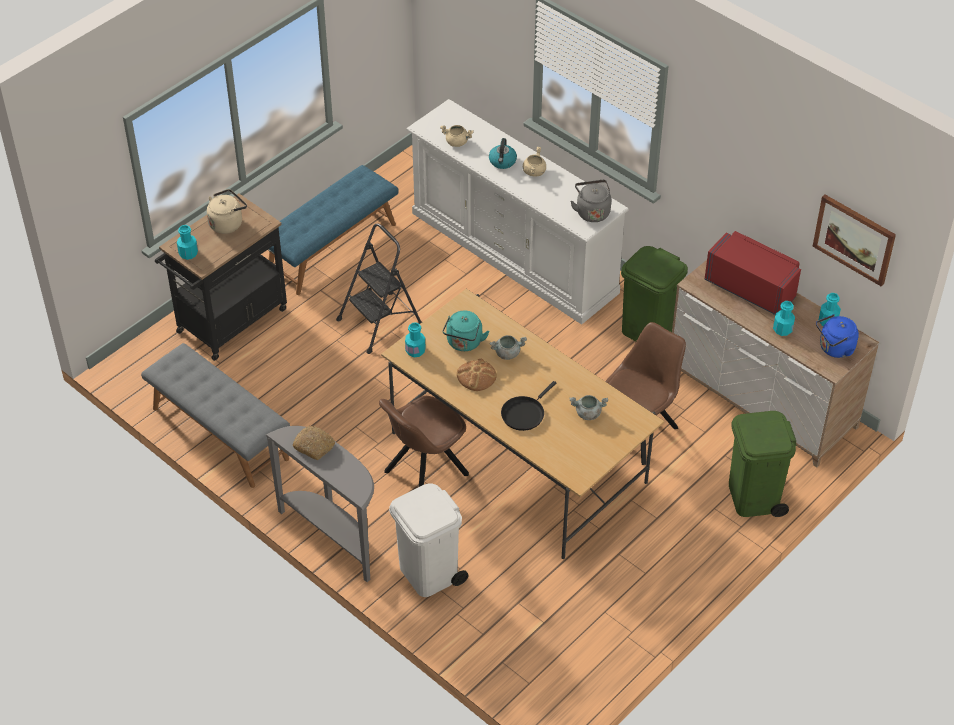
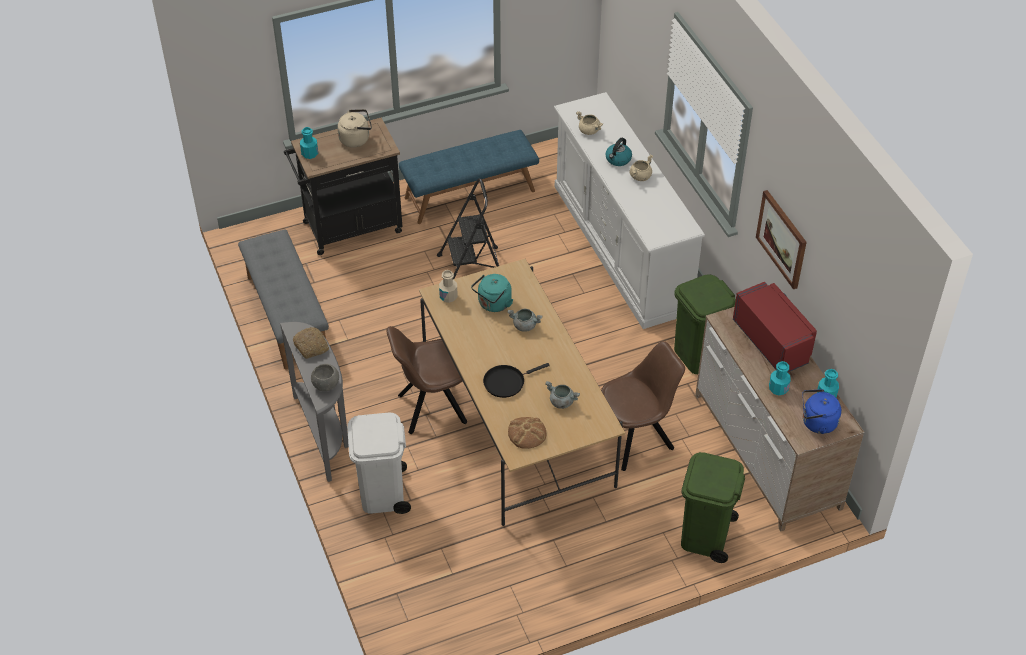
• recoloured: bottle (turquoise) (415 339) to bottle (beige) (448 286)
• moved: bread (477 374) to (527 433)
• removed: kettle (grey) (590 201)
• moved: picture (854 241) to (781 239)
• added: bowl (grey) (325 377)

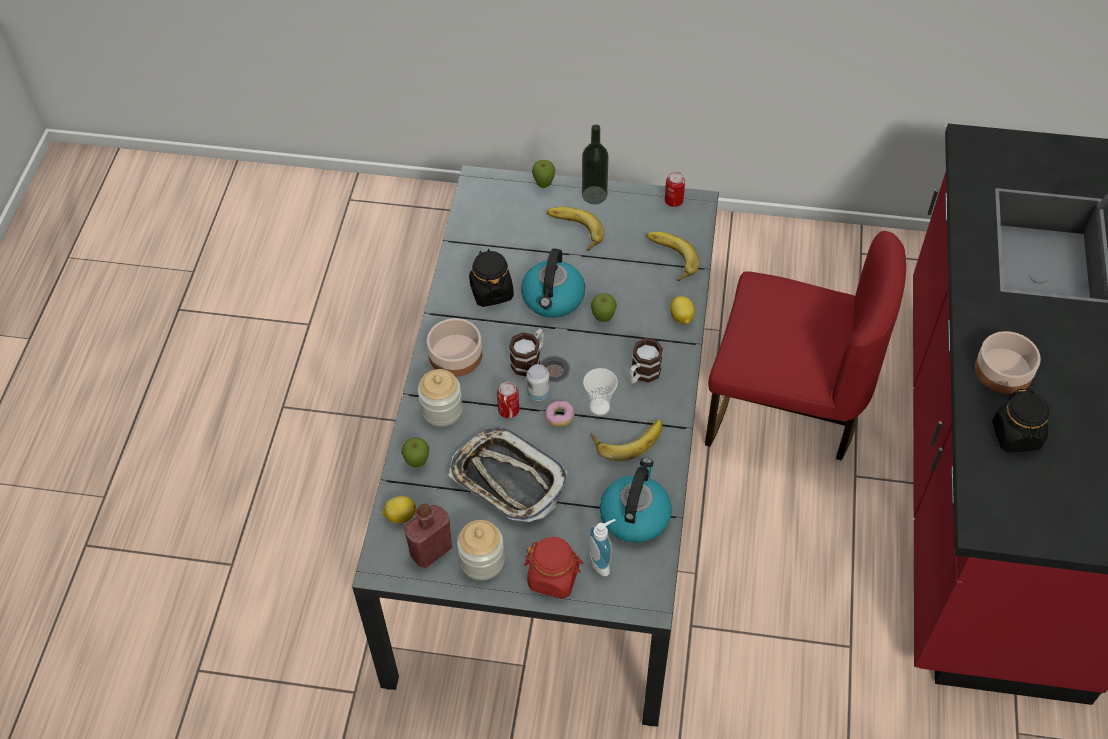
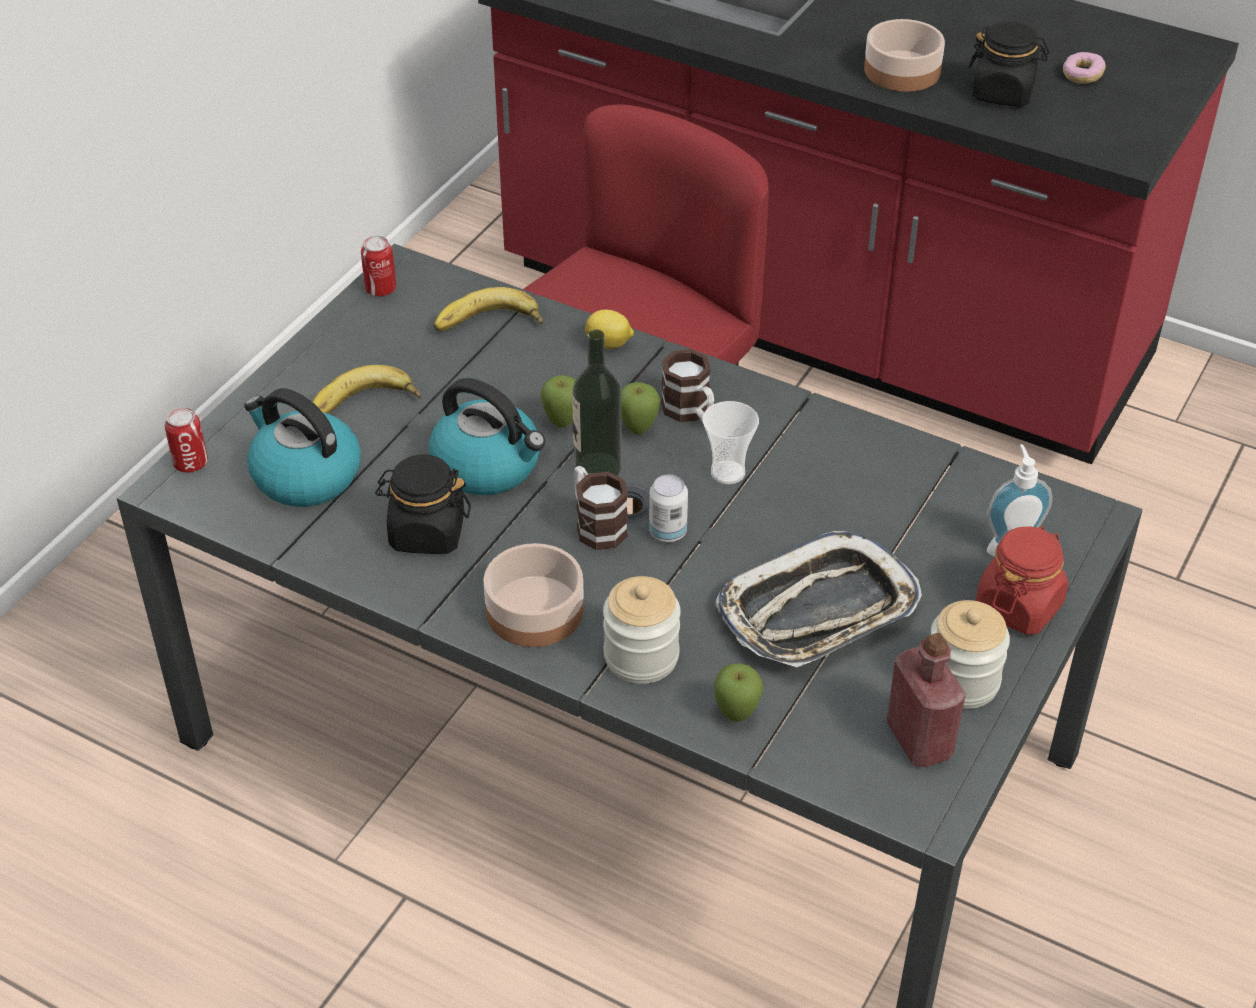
• removed: lemon (399 510)
• moved: can (508 400) to (186 440)
• moved: apple (543 174) to (640 408)
• moved: donut (559 414) to (1084 68)
• moved: bottle (595 164) to (597 402)
• removed: banana (626 440)
• moved: kettle (636 500) to (302 447)

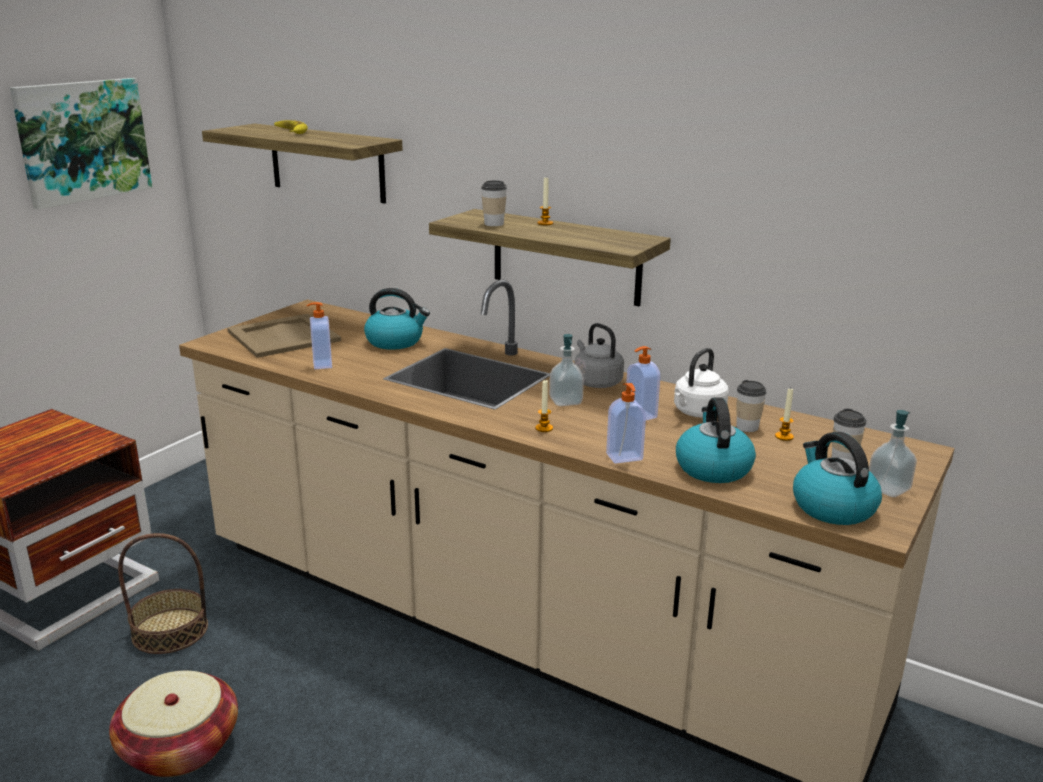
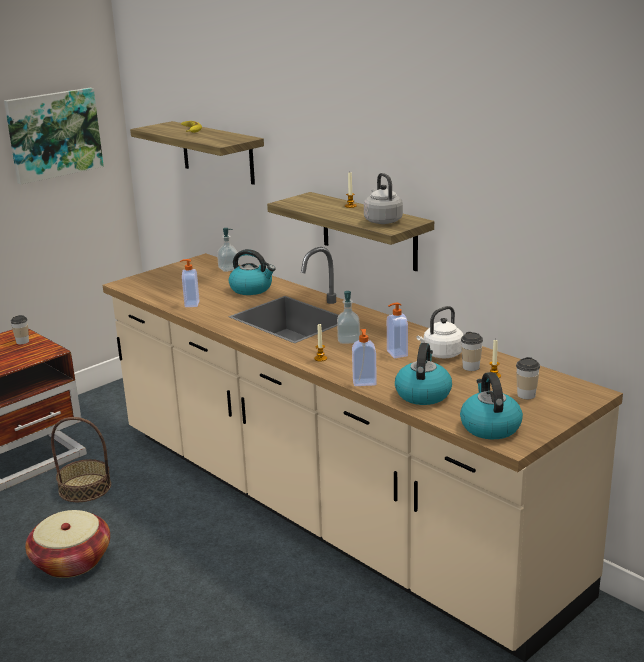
• removed: tray (beige) (284 336)
• moved: cup (494 203) to (20 329)
• moved: kettle (grey) (599 355) to (383 198)
• moved: soap dispenser (893 453) to (228 250)

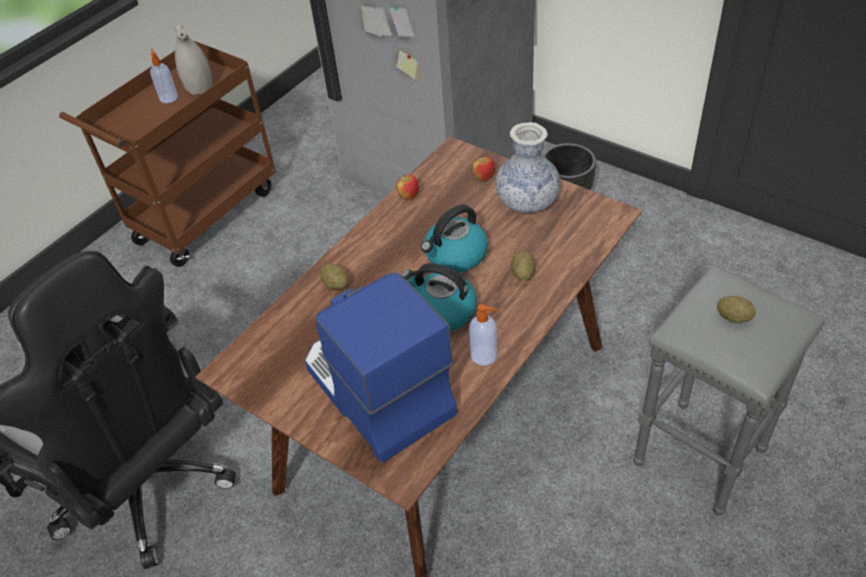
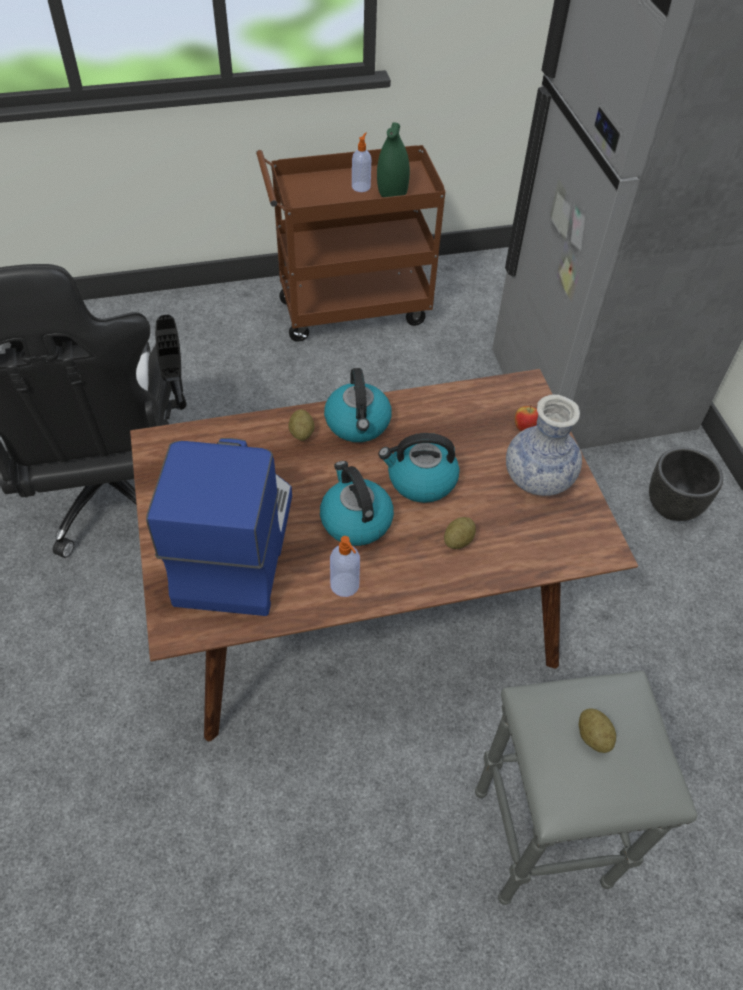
• recoloured: vase (white) (193 60) to vase (green) (393 159)
• removed: apple (407 187)
• added: kettle (358 405)

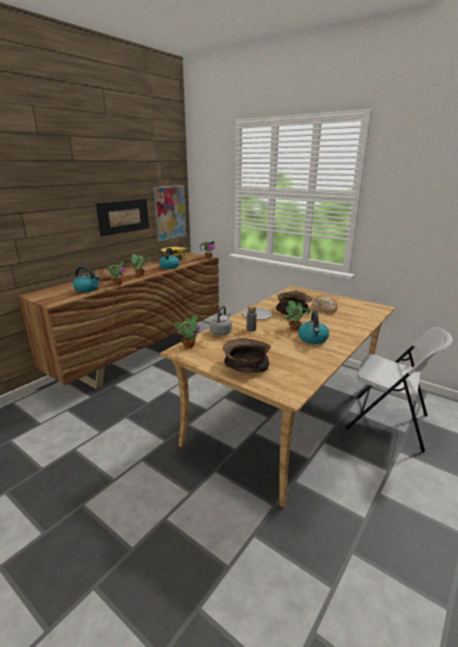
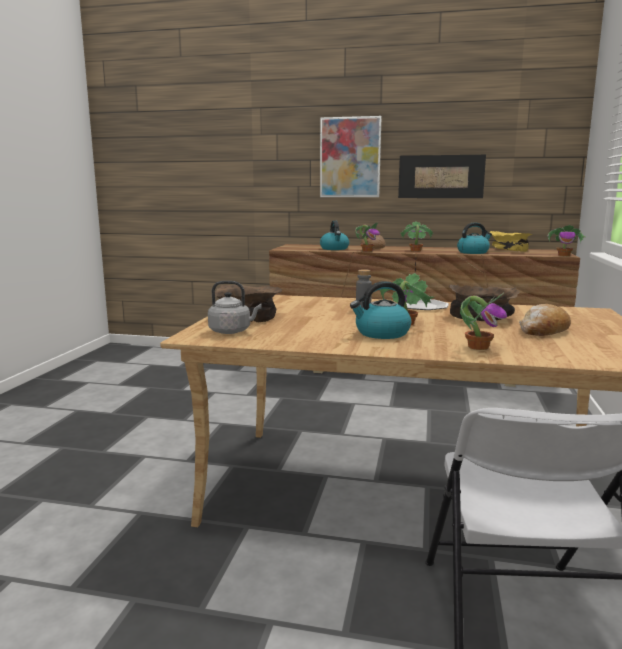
• moved: picture (170 213) to (351 156)
• moved: potted plant (187 332) to (483 321)
• moved: kettle (grey) (221 320) to (235 307)

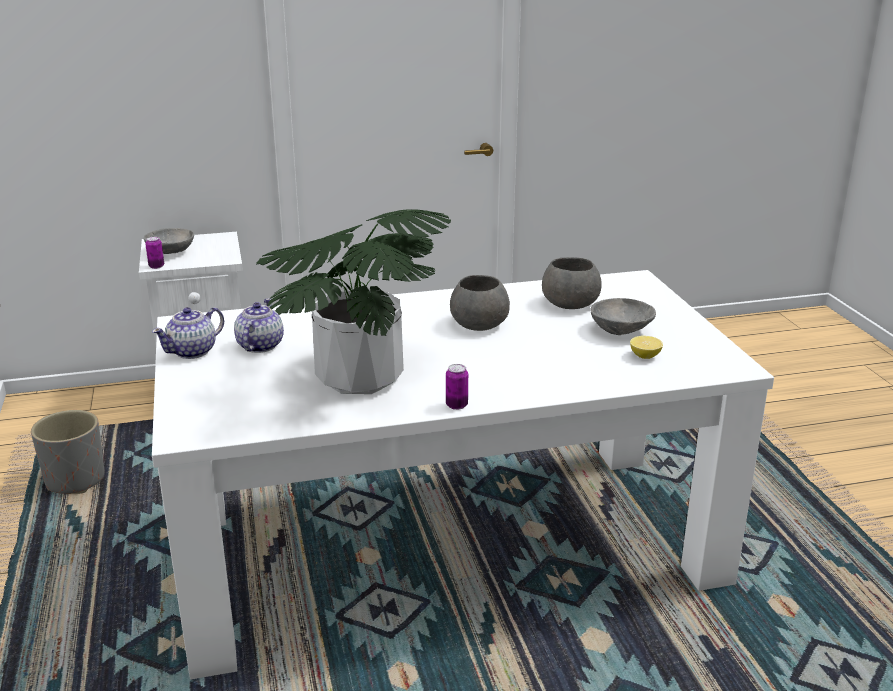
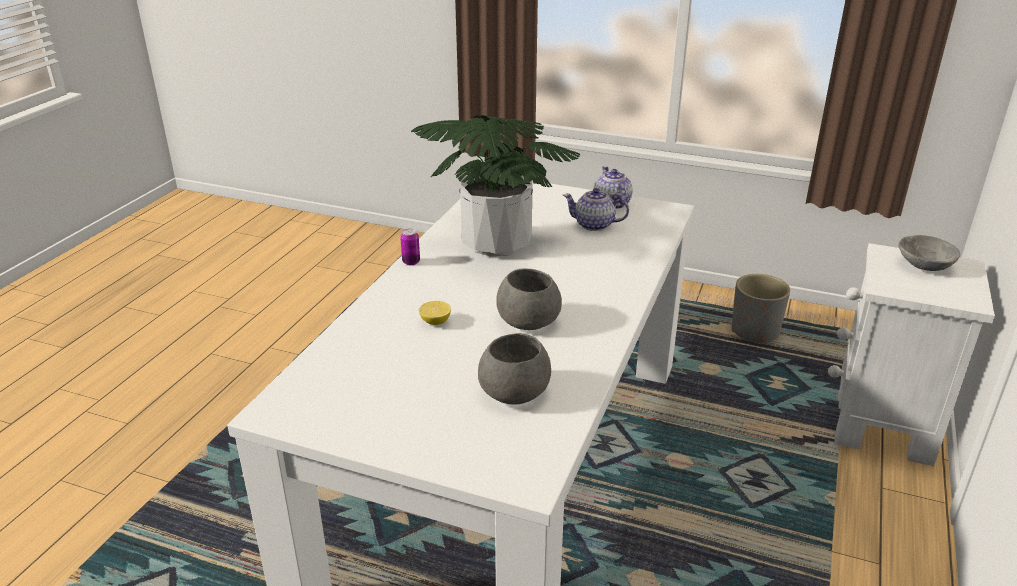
• removed: can (154 253)
• turned: teapot (259 325) = (596 209) 150 degrees clockwise
• removed: bowl (grey) (623 316)
• moved: lemon (646 347) to (435 313)

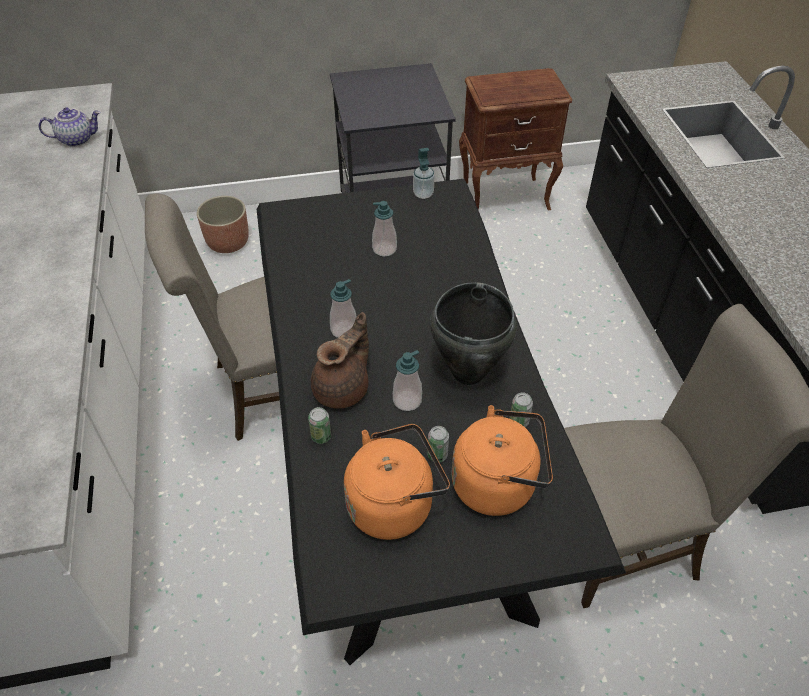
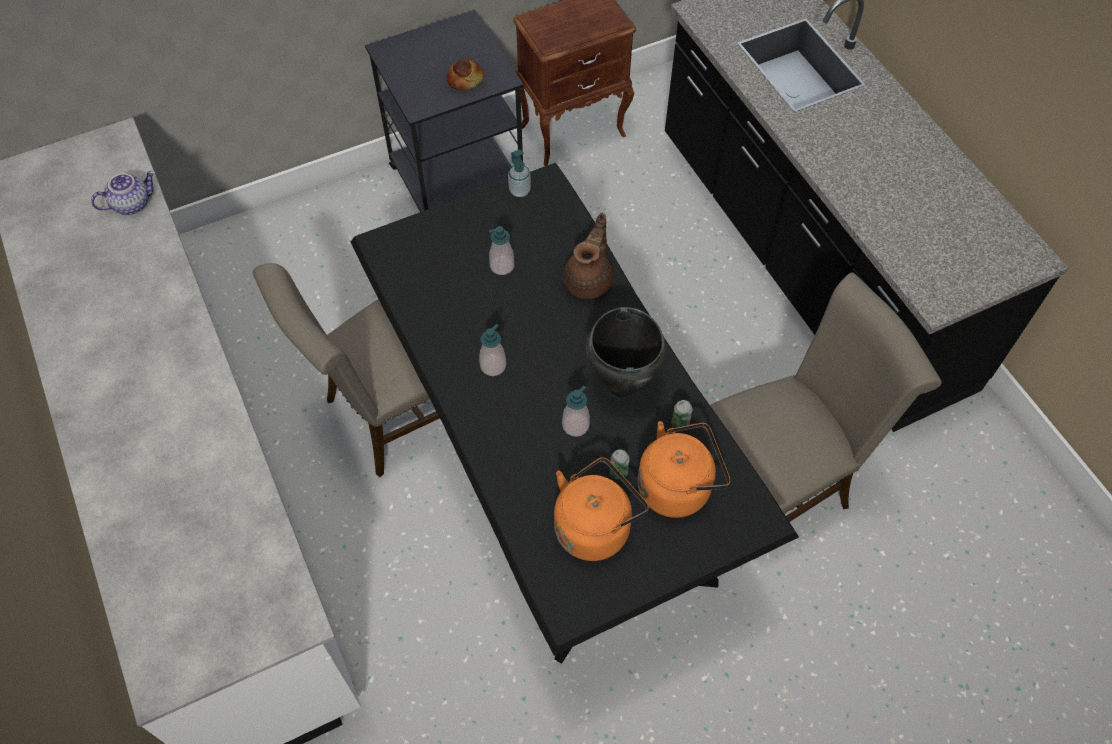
• removed: planter (223 224)
• removed: can (319 425)
• moved: teapot (brown) (340 360) to (588 256)
• added: bread (465 74)

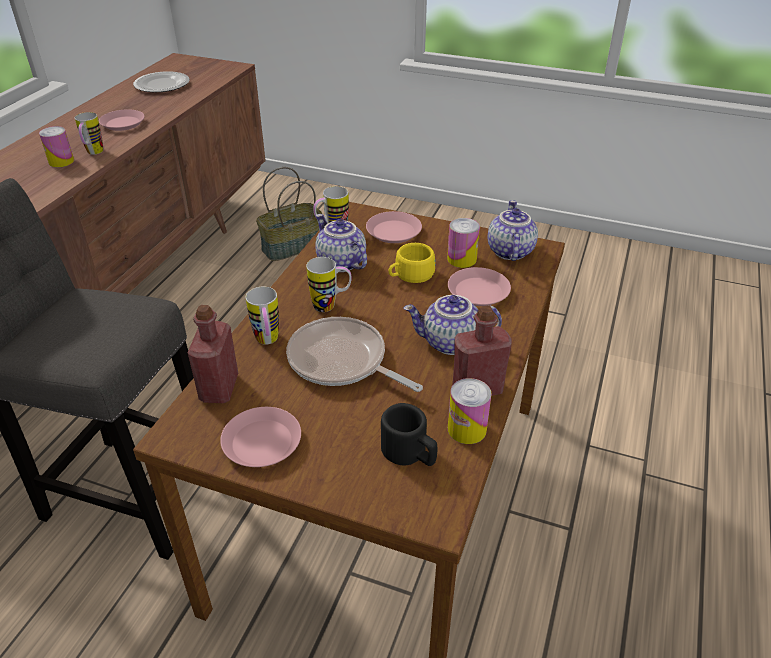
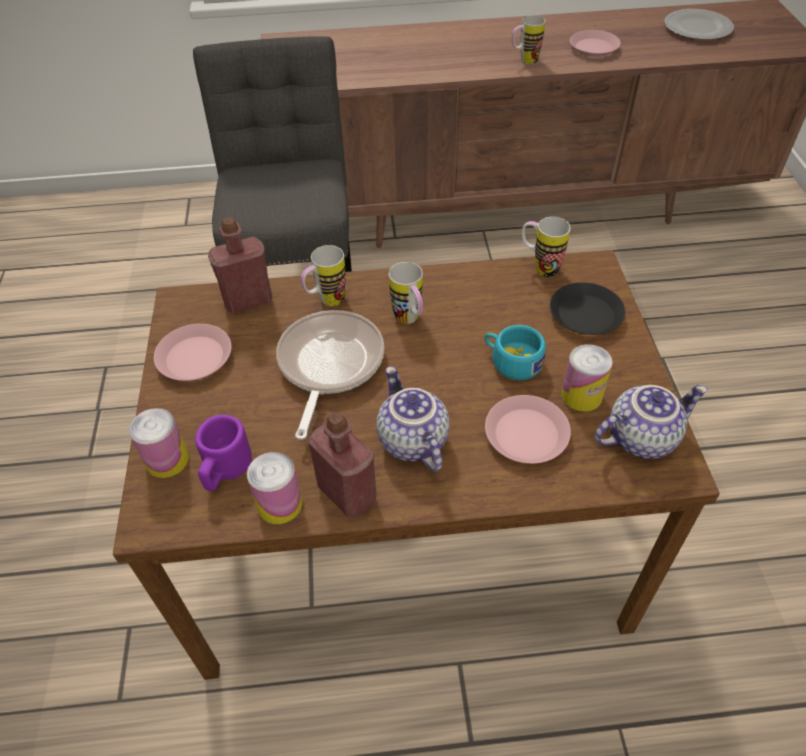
• moved: can (56 146) to (159 443)
• removed: basket (289 214)
• removed: teapot (341 243)
• recoloured: plate (pink) (394 227) to plate (black) (587 308)
• recoloured: mug (black) (409 434) to mug (purple) (223 453)
• recoloured: cup (yellow) (411 263) to cup (turquoise) (515 352)

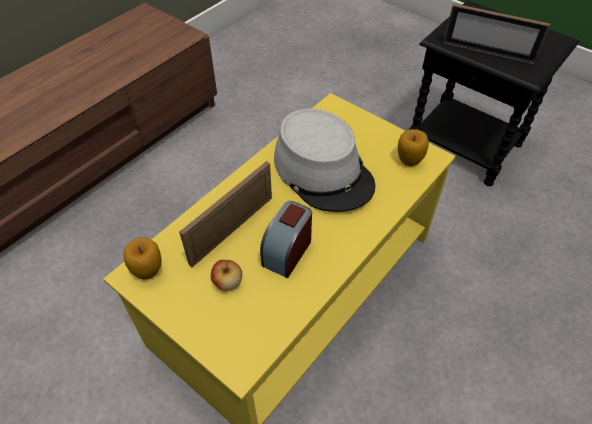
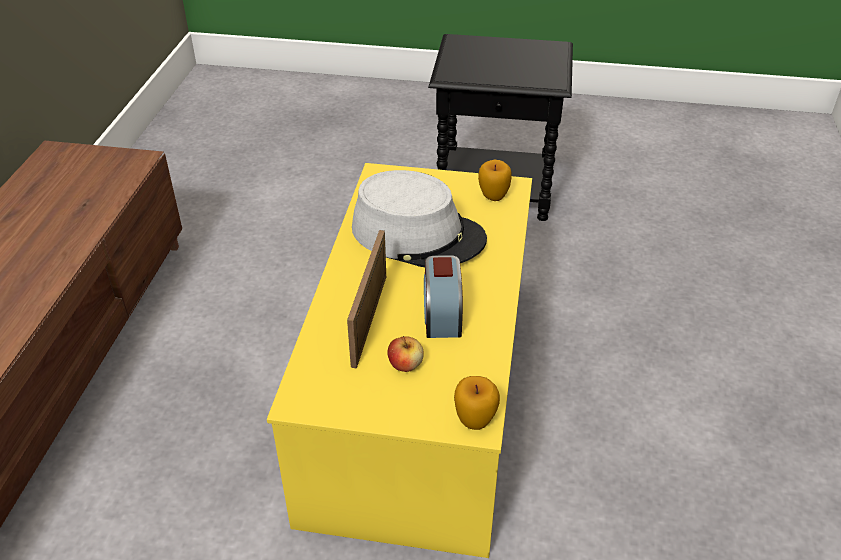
• moved: apple (142 258) to (477 403)
• removed: picture frame (496 33)

